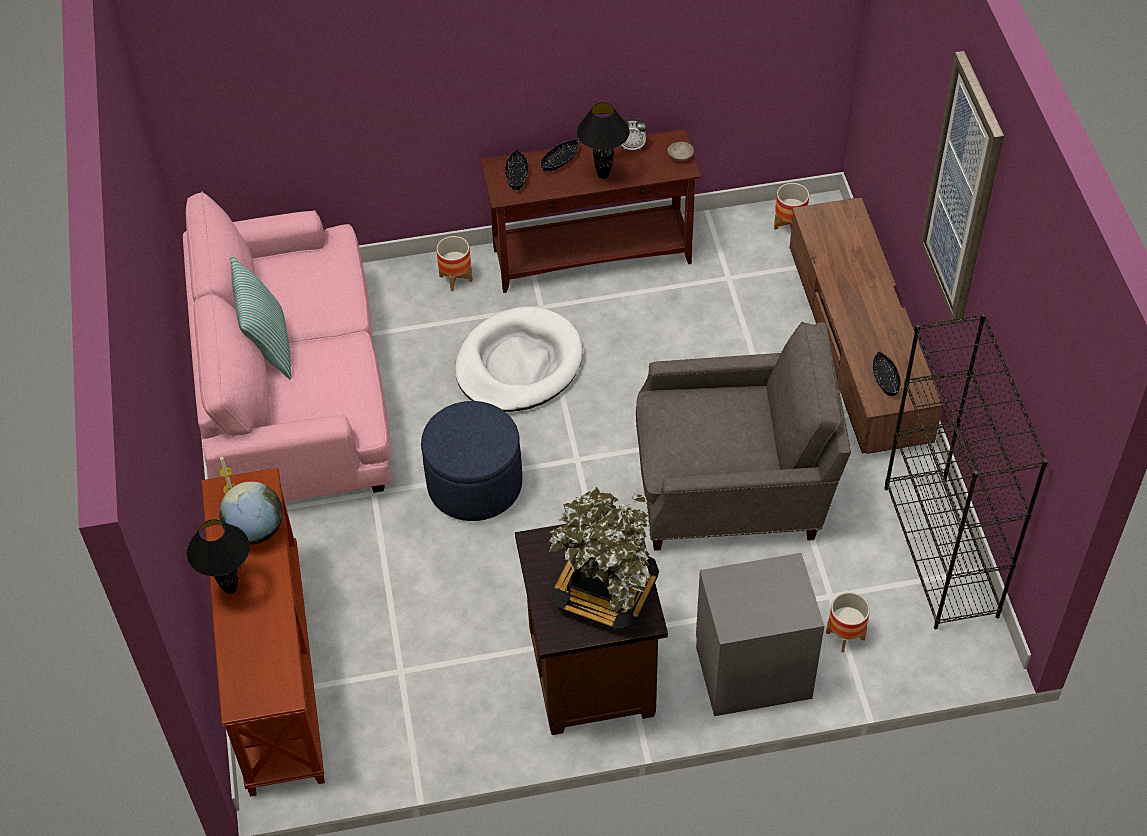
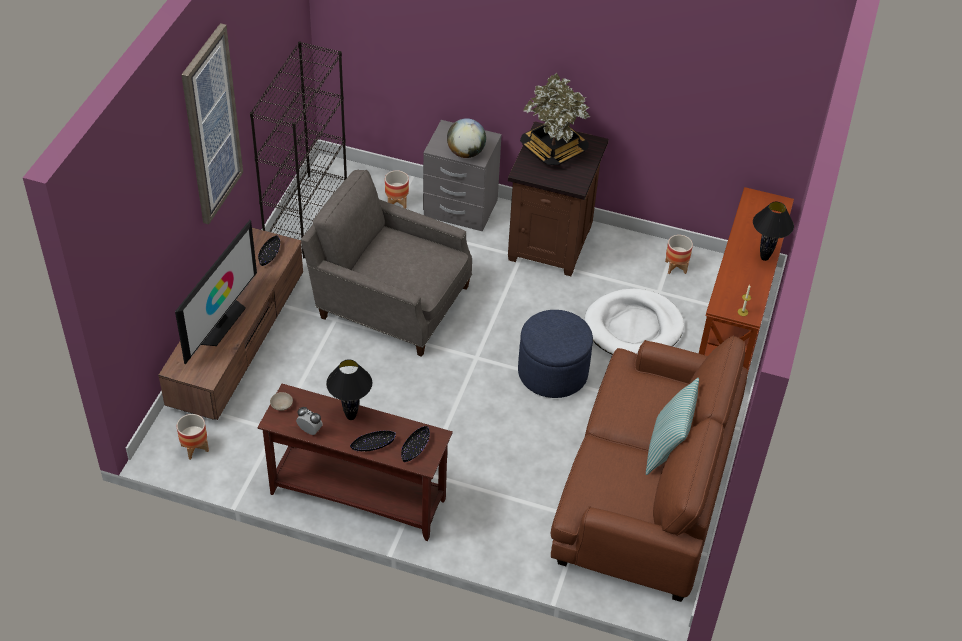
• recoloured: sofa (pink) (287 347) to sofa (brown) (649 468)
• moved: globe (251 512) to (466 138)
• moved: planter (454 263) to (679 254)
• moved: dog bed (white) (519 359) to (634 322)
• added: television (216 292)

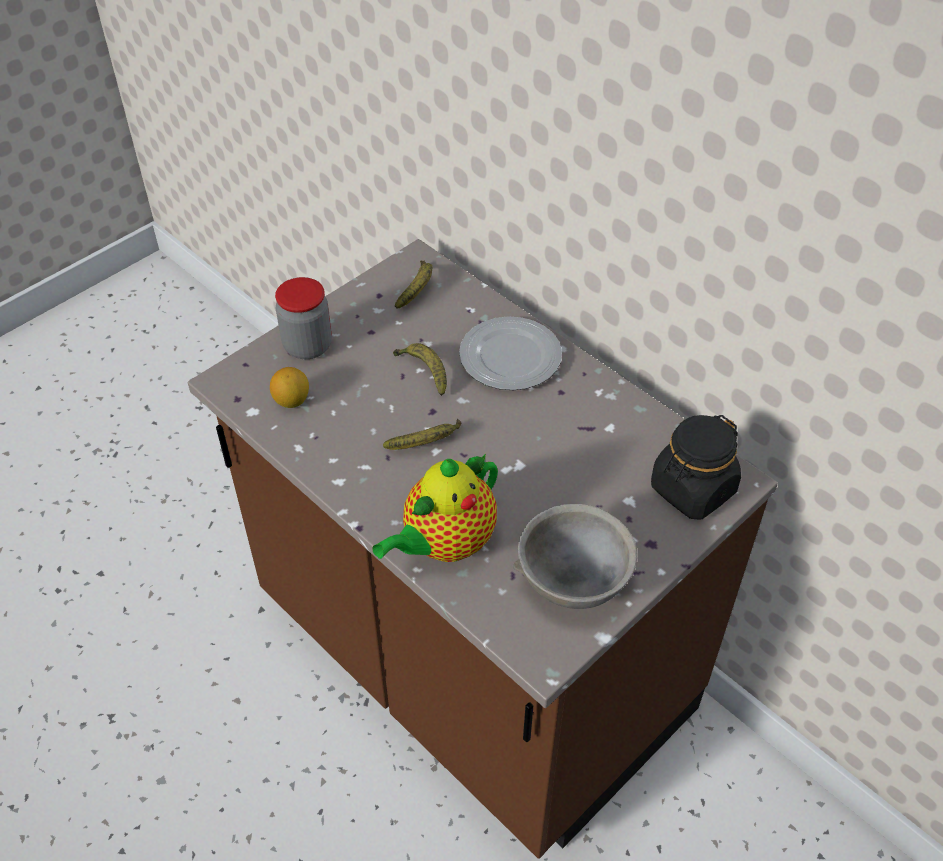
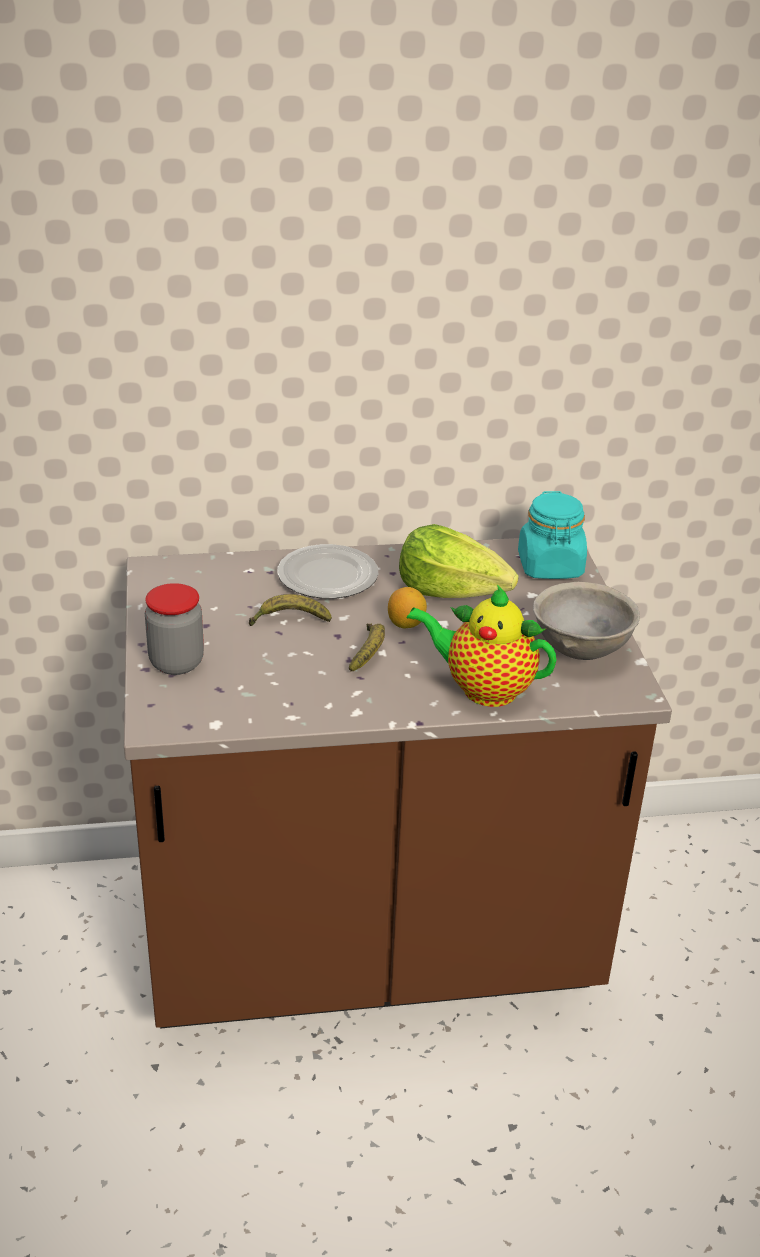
• moved: lemon (289 387) to (407 607)
• turned: teapot (435 508) = (482 646) 120 degrees clockwise
• removed: banana (413 284)
• recoloured: jar (black) (696 467) to jar (turquoise) (552 535)
• added: lettuce (459 561)

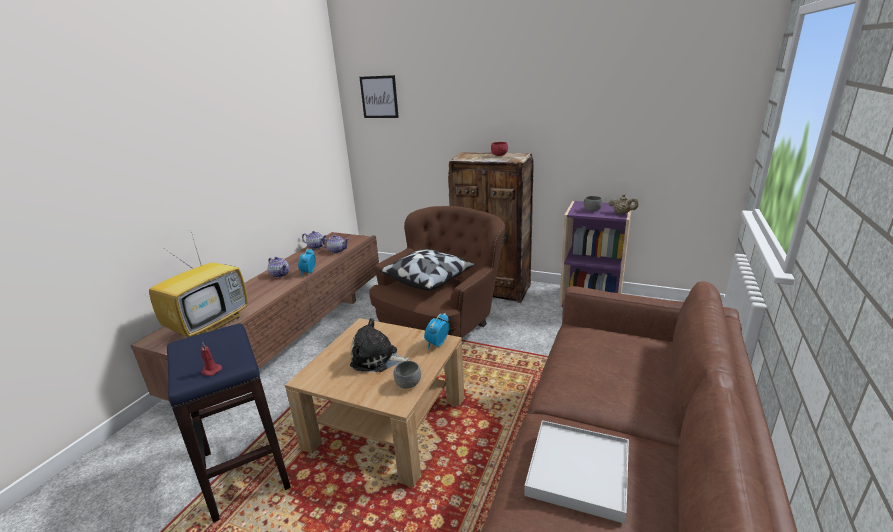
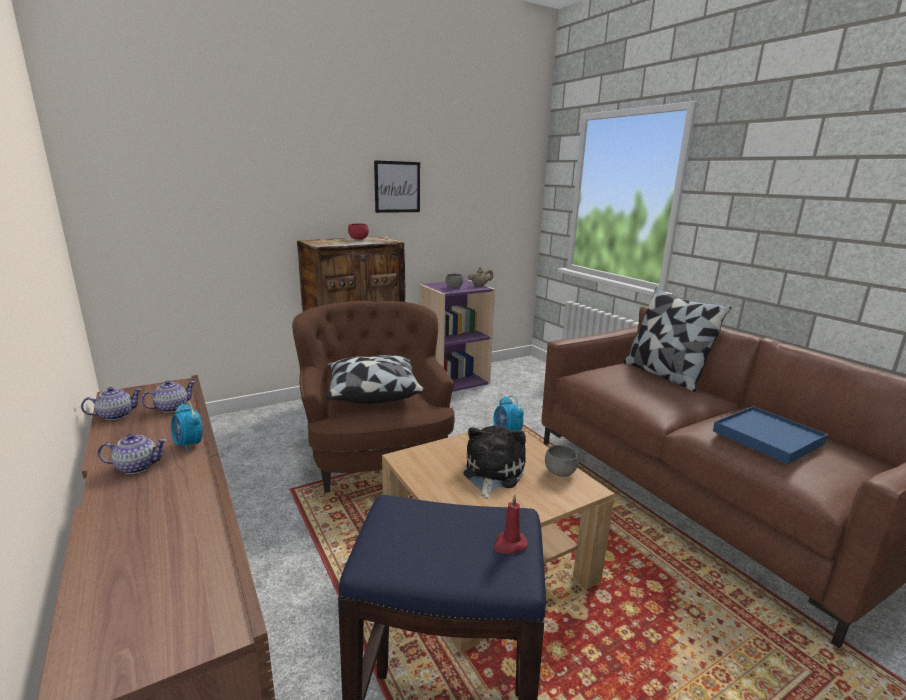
• removed: television (198 284)
• turned: plush toy (380 345) = (494 462) 150 degrees clockwise
• moved: picture (379 96) to (397 186)
• recoloured: tray (white) (576 472) to tray (blue) (770 435)
• added: pillow (678 339)

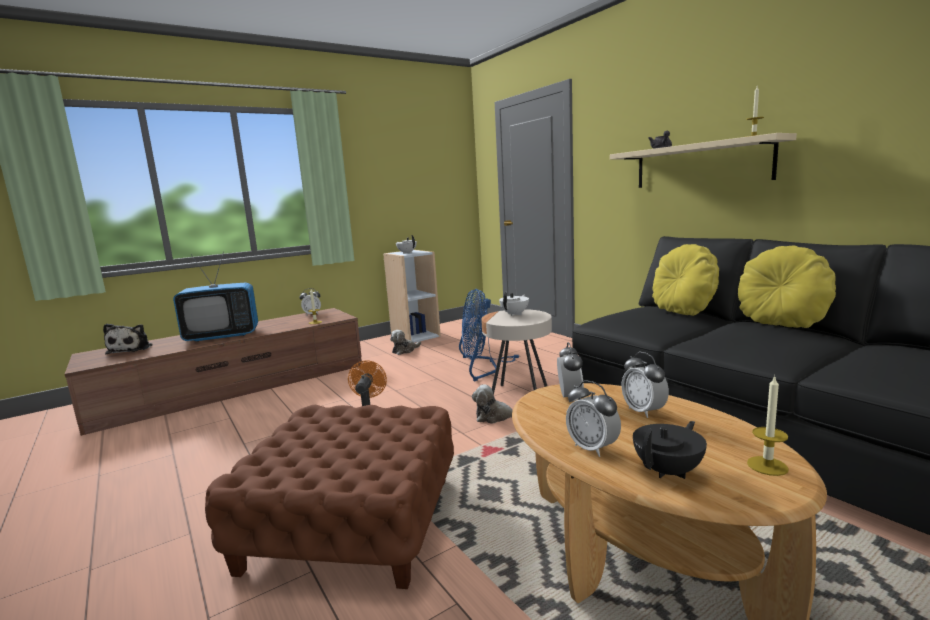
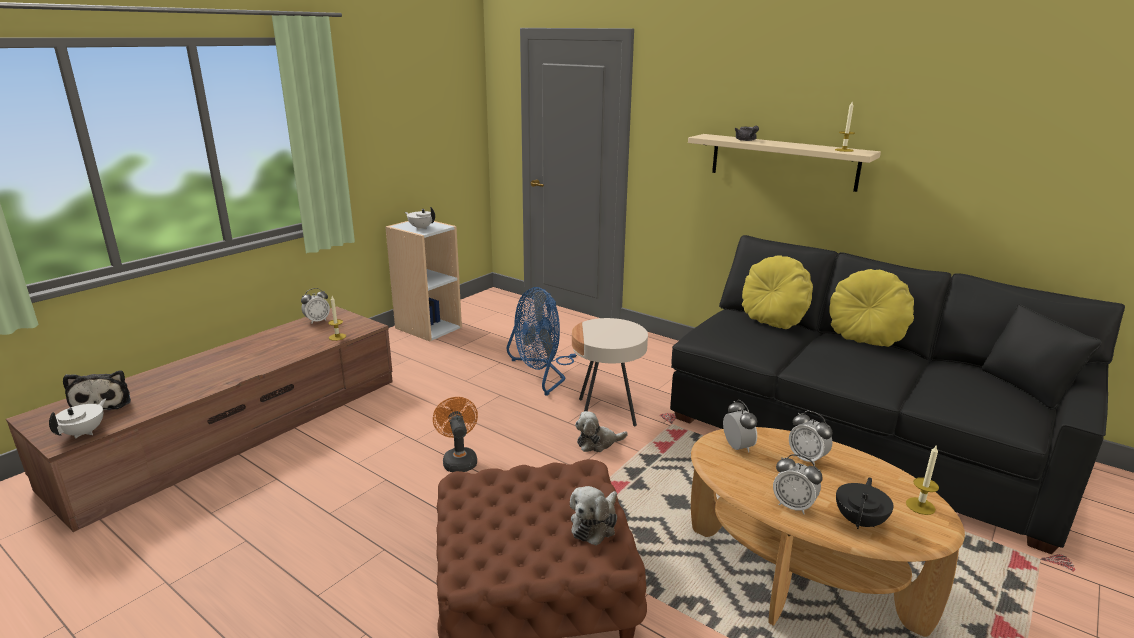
• removed: television (215 297)
• moved: plush toy (405 342) to (593 515)
• moved: teapot (white) (514 304) to (77 419)

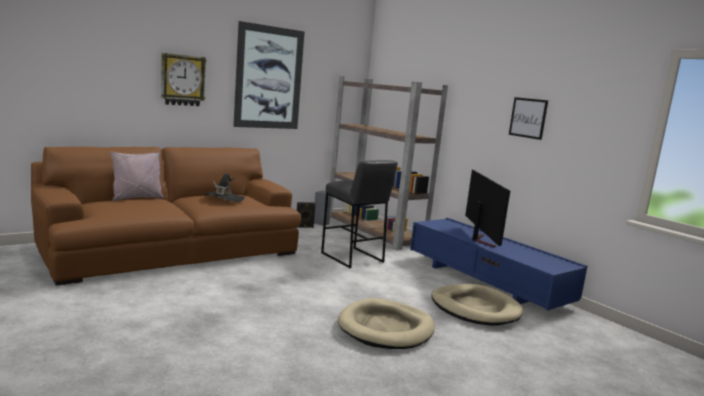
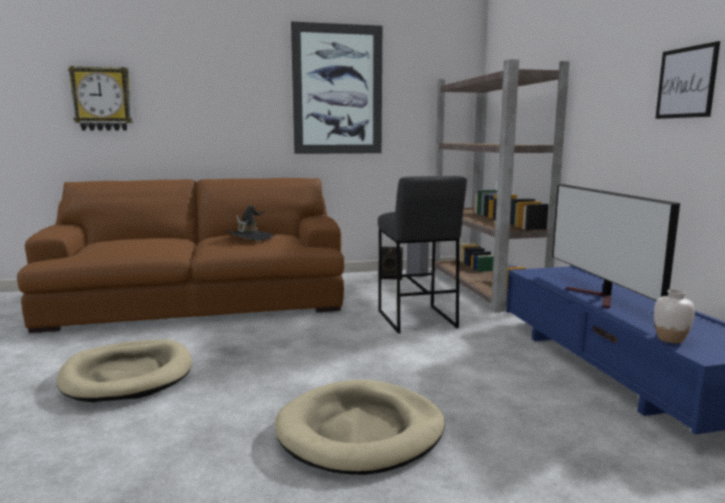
• removed: pillow (purple) (137 176)
• moved: wall clock (184 79) to (100 98)
• moved: dog bed (beige) (477 304) to (124 371)
• turned: television (487 208) = (616 246) 150 degrees clockwise
• added: vase (white) (674 316)

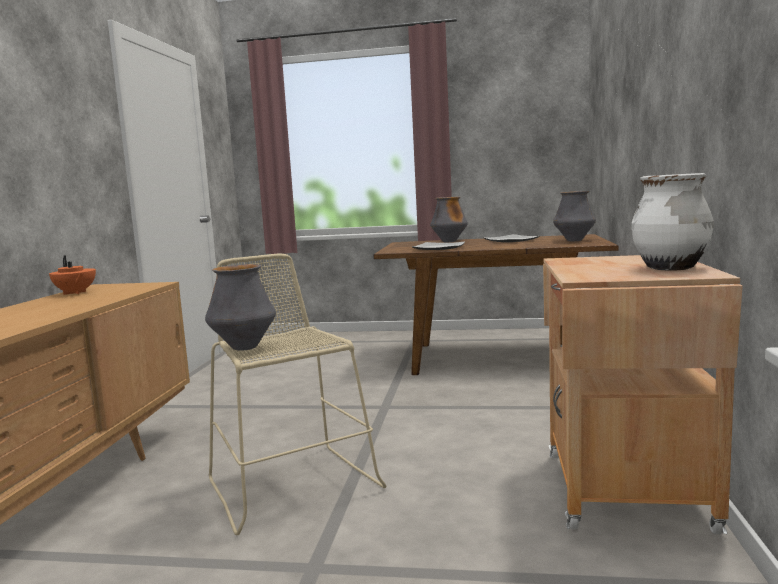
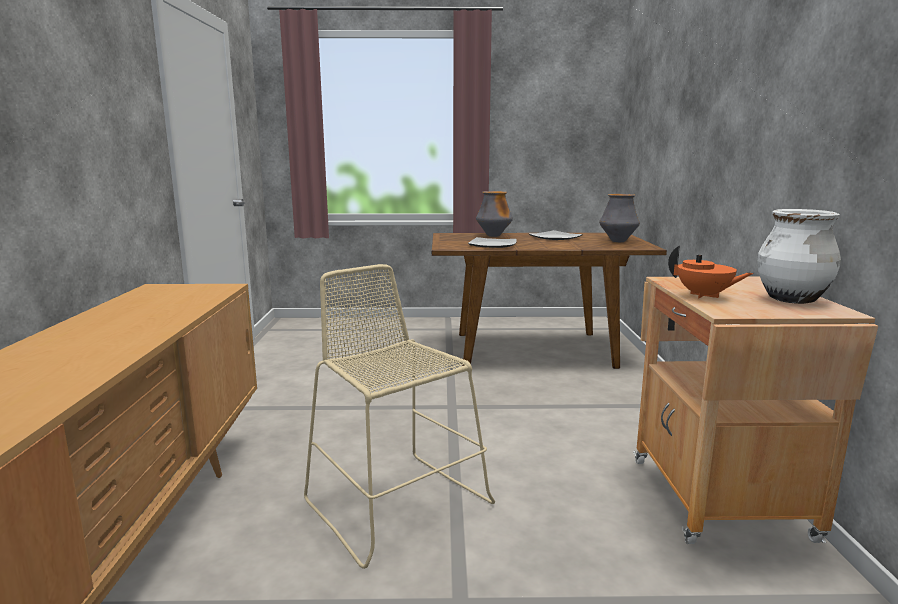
• moved: teapot (orange) (72 275) to (710 272)
• removed: vase (240 307)

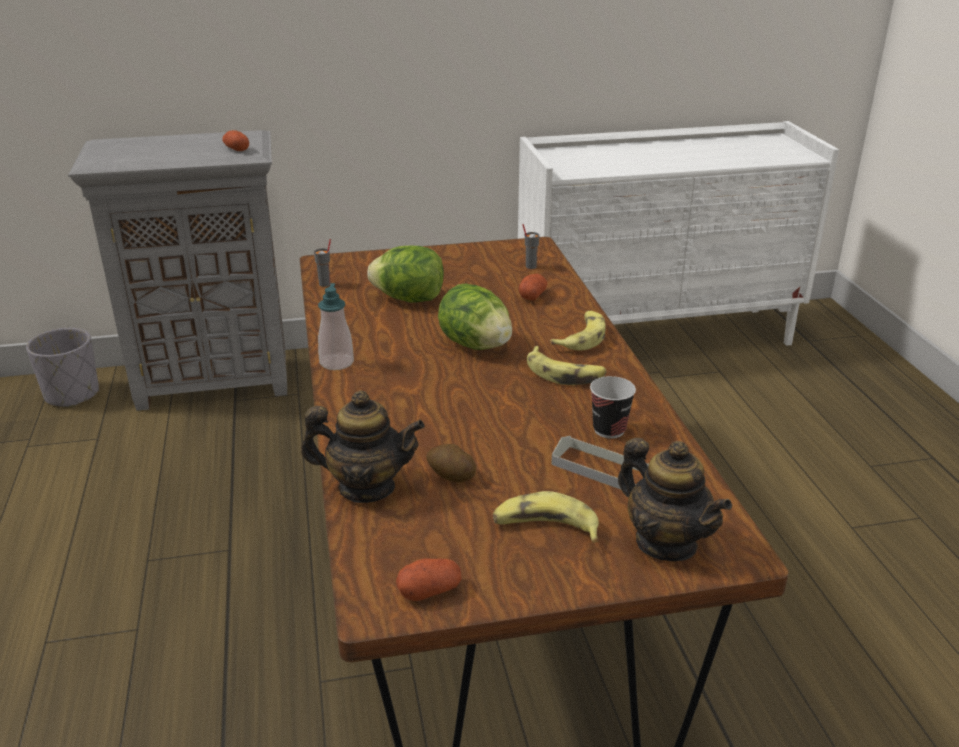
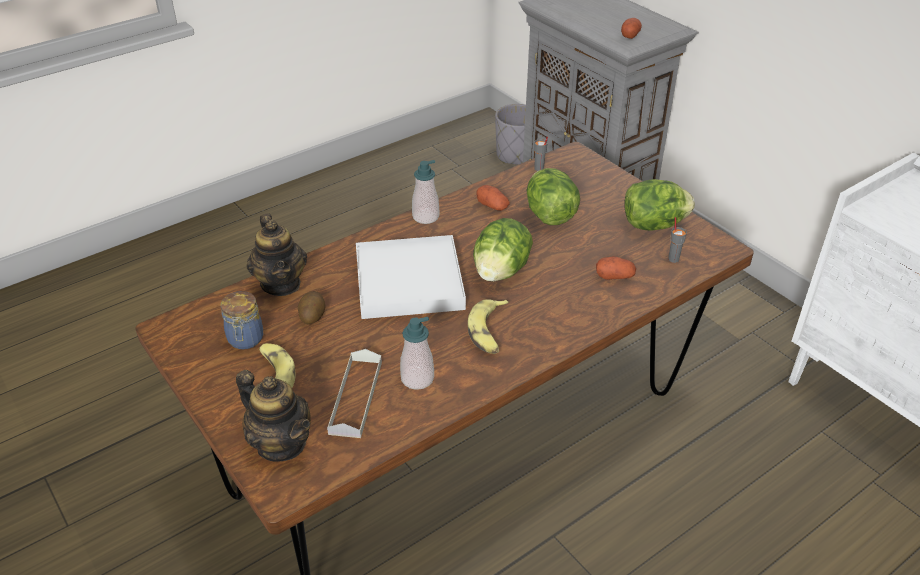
• moved: potato (429 579) to (493 198)
• removed: banana (578 330)
• replaced: cup (613 407) to soap dispenser (417 353)
• turned: teapot (675 499) = (273 415) 75 degrees counterclockwise
• added: jar (242 320)
• added: tray (white) (411 277)
• added: lettuce (659 205)

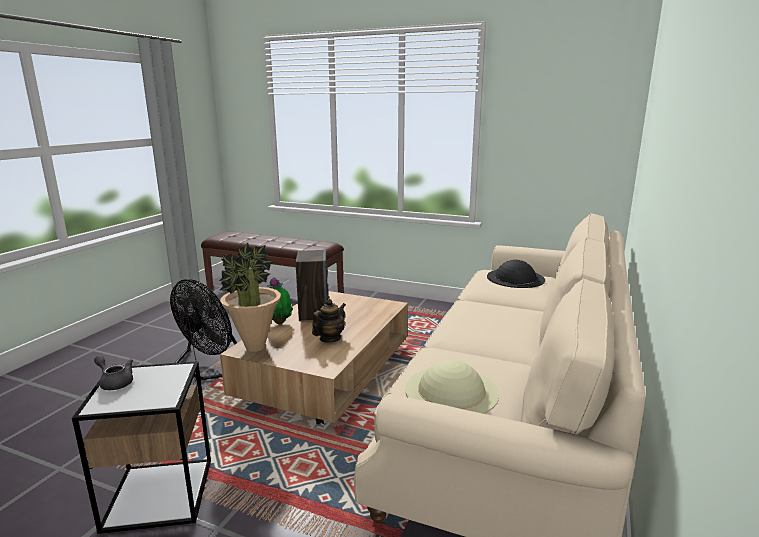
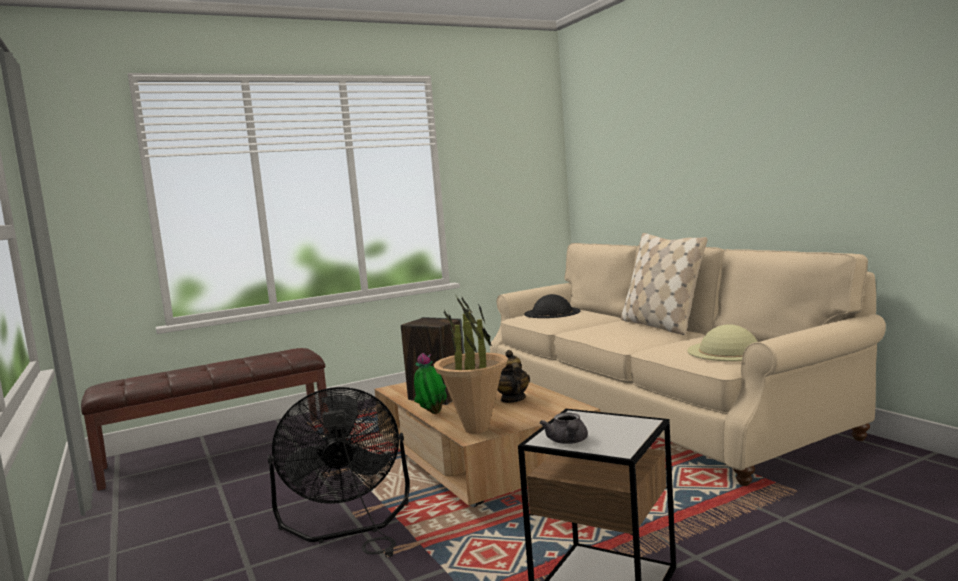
• turned: teapot (grey) (113 372) = (564 428) 75 degrees counterclockwise
• added: pillow (beige) (664 284)

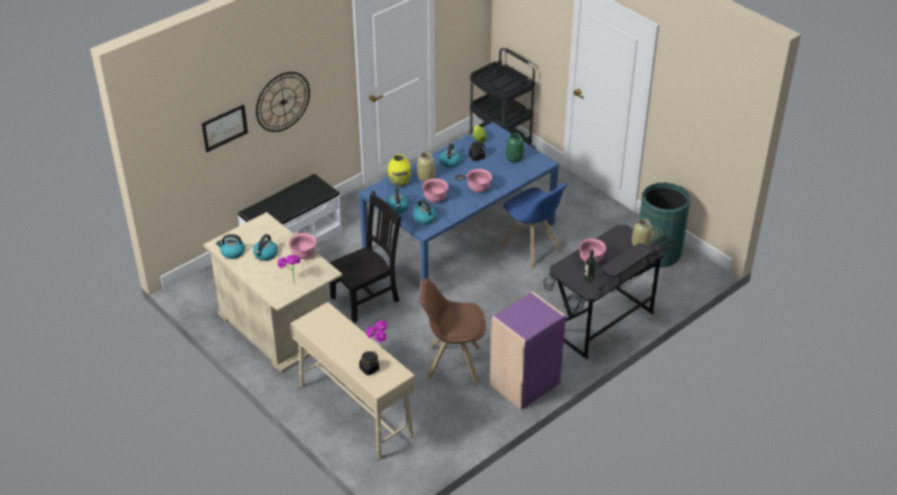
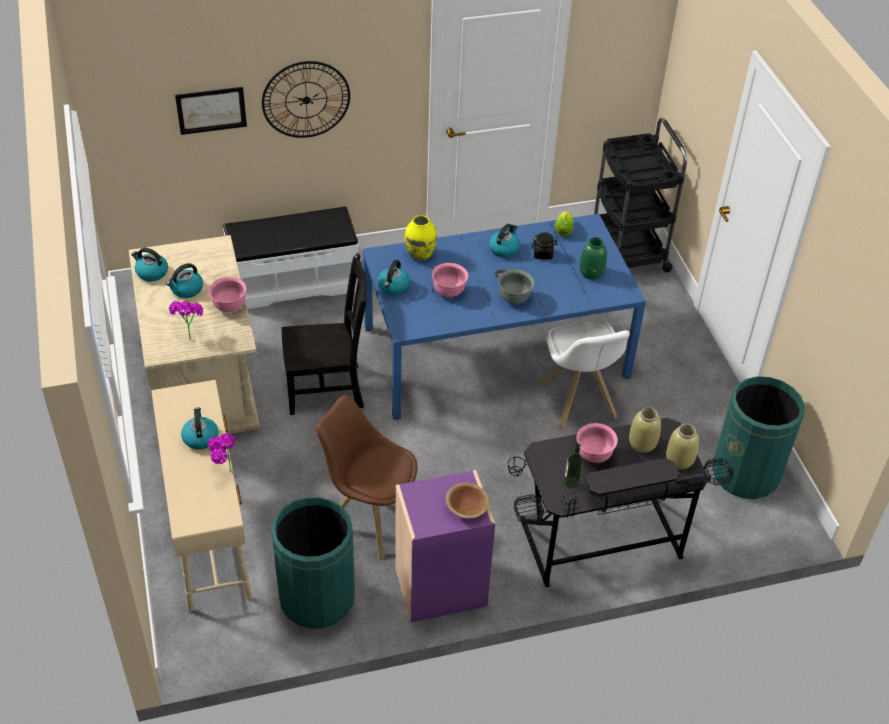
• removed: jar (black) (369 363)
• moved: kettle (425 212) to (199 428)
• moved: vase (beige) (426 167) to (645 430)
• recoloured: bowl (pink) (479 181) to bowl (grey) (516 286)
• recoloured: chair (blue) (533 225) to chair (white) (583 375)
• added: trash can (green) (313 563)
• added: bowl (brown) (467 500)

